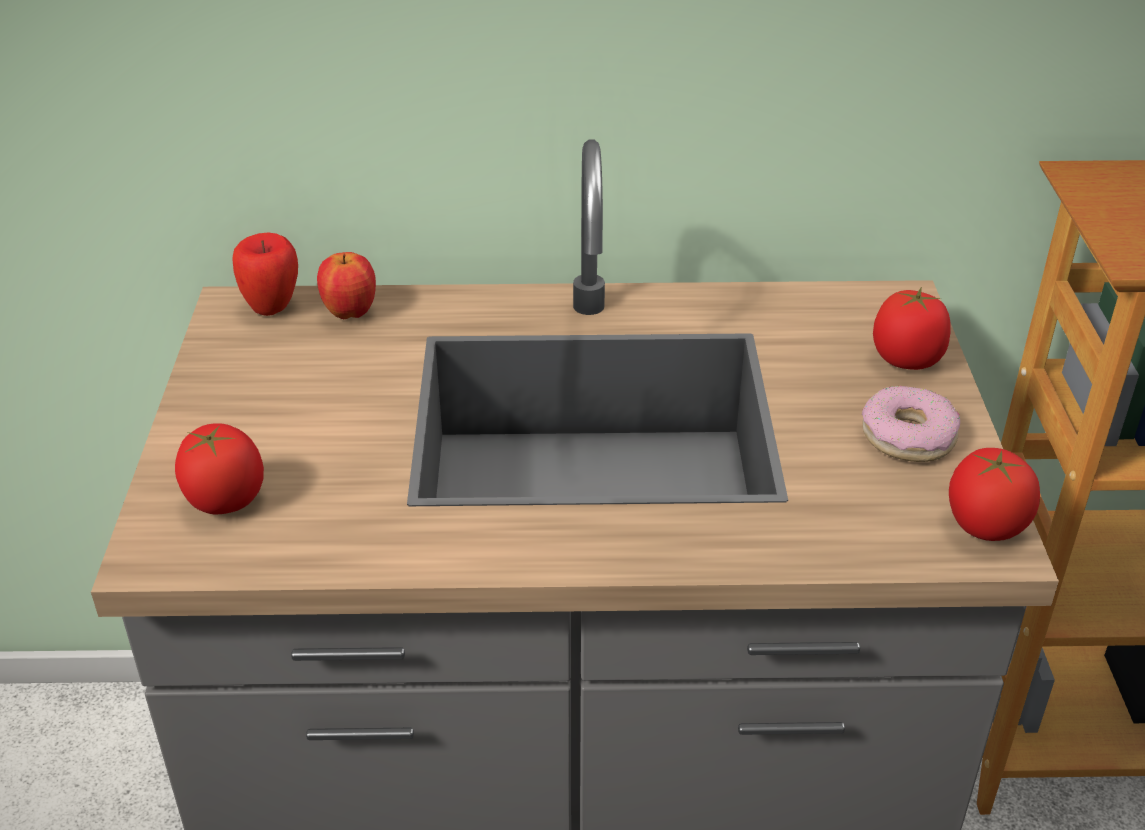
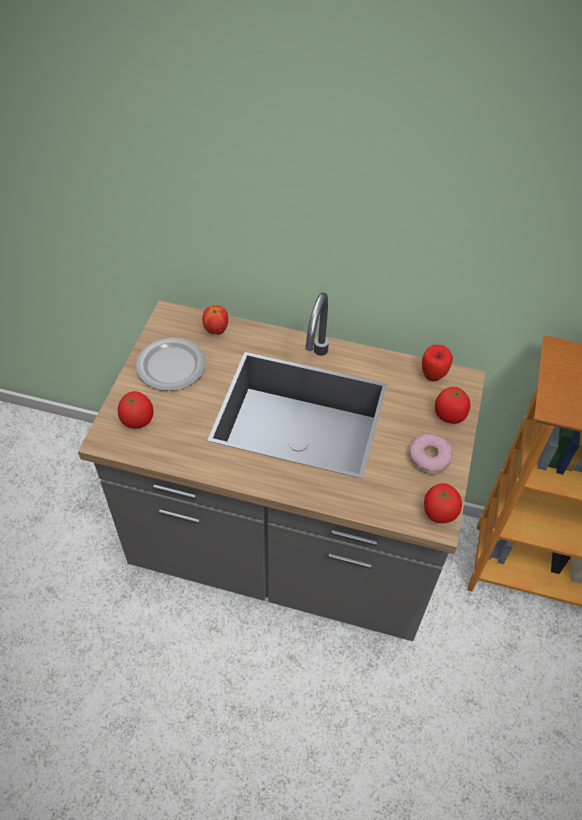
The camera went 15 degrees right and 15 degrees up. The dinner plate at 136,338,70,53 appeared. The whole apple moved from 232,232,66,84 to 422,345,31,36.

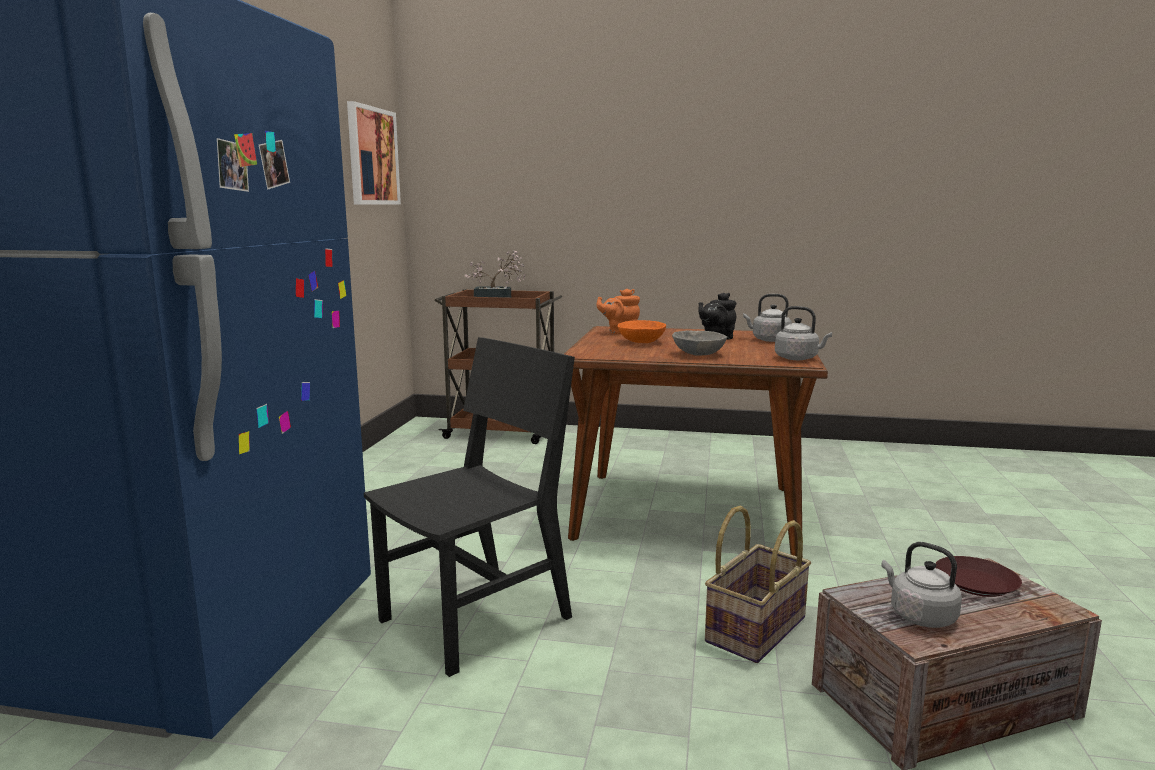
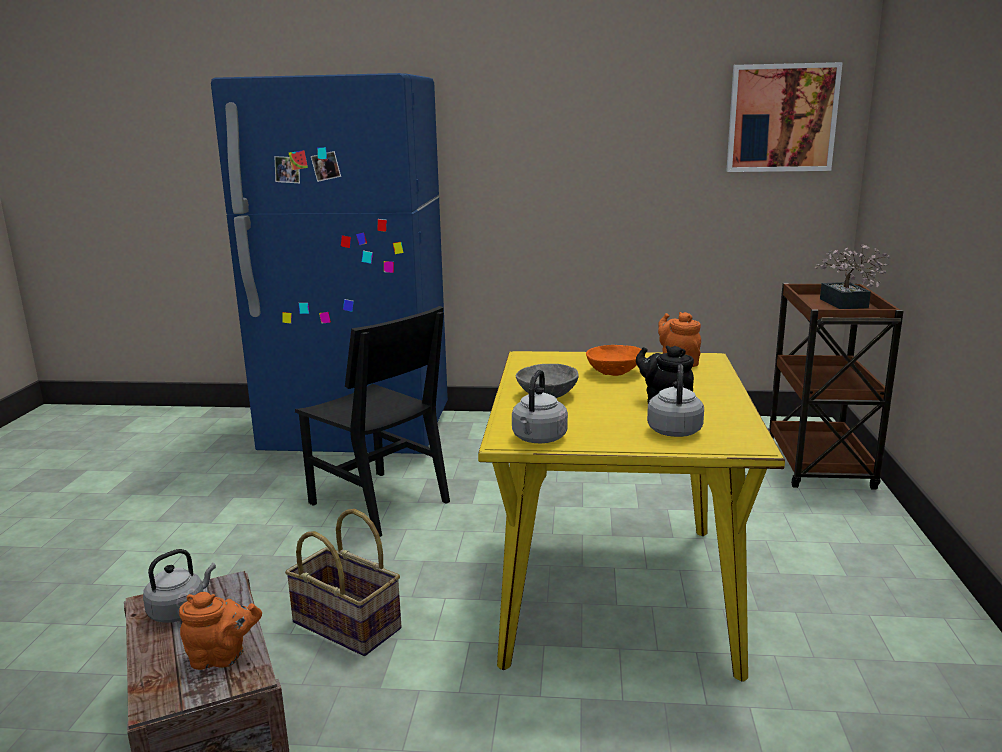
The camera went 85 degrees right and 5 degrees up. The brown-coloured dinner plate at 935,556,87,41 was replaced by the orange-coloured pot for tea at 179,592,83,78. The brown-coloured dining table at 564,326,264,232 became the yellow-coloured dining table at 478,351,307,331.

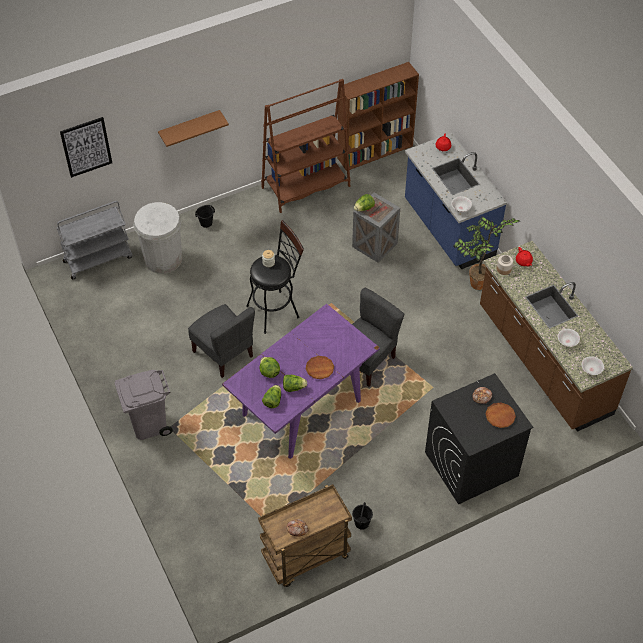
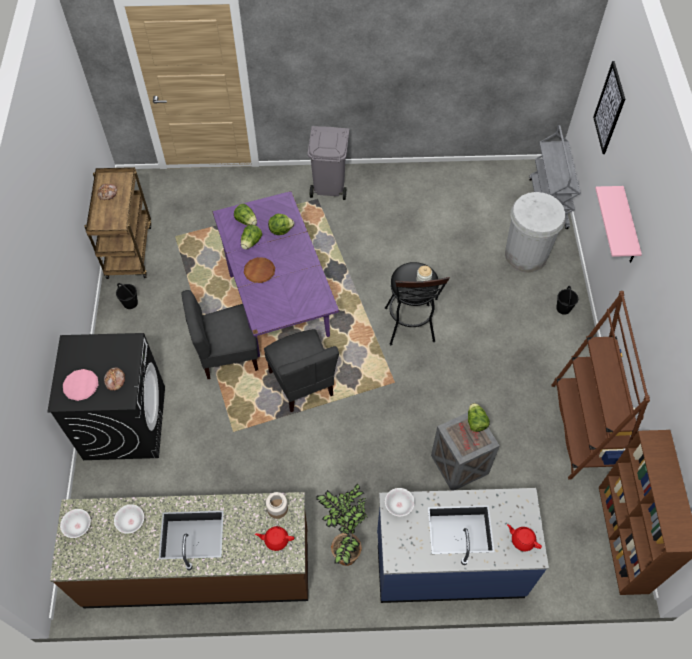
The camera went 115 degrees right and 5 degrees up. The brown-coloured dinner plate at 485,402,31,26 became the pink dinner plate at 63,369,35,32. The grey plain chair moved from 188,304,67,74 to 181,290,77,89. The brown-coloured shelf at 158,110,71,37 became the pink shelf at 595,186,47,77.

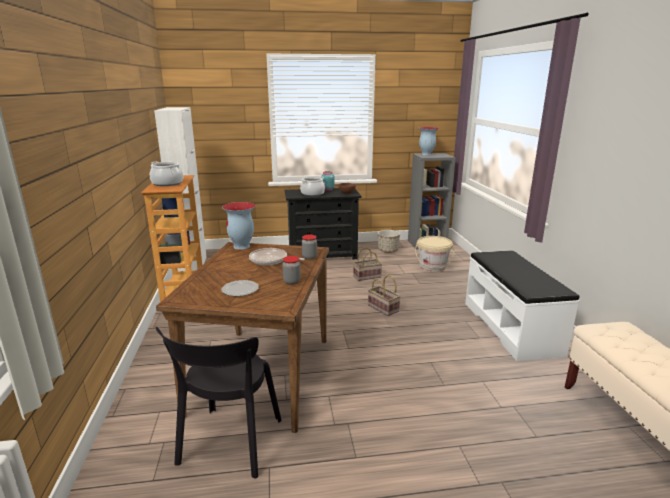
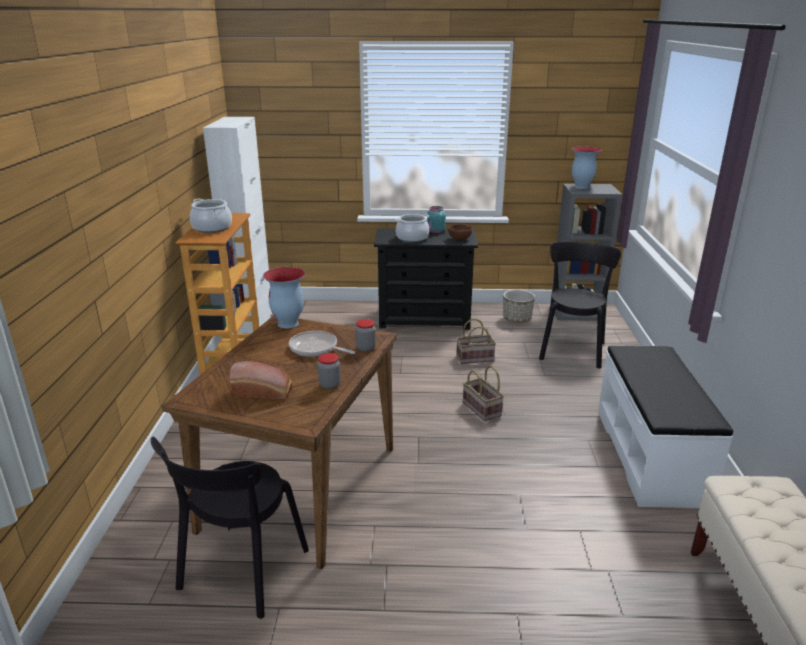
The camera went 10 degrees right and 5 degrees up. The dinner plate at 221,280,38,16 was replaced by the baked bread at 230,361,62,38. The sand-coloured bucket at 415,236,39,35 was replaced by the black-coloured plain chair at 539,242,82,127.

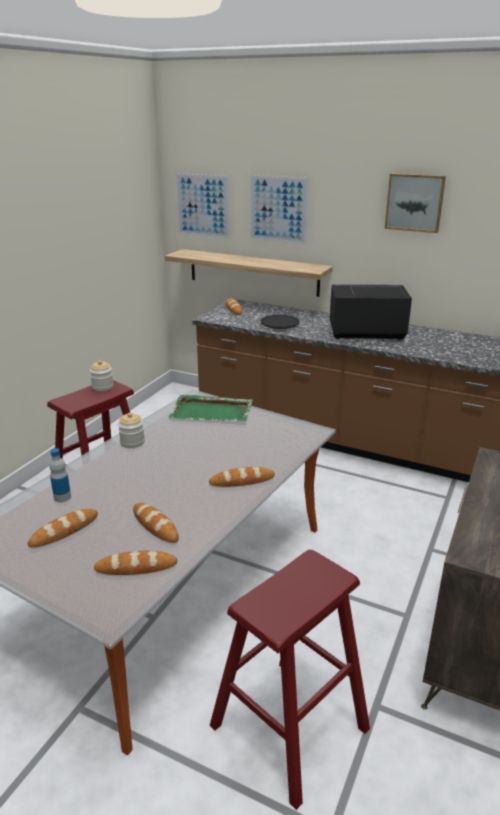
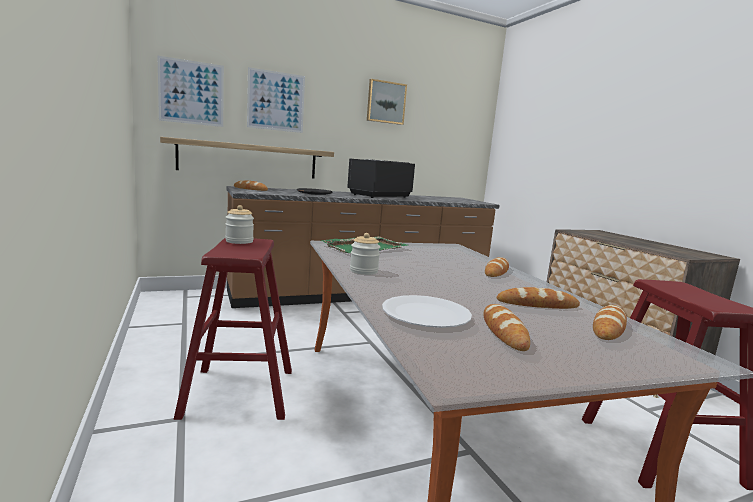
The camera went 50 degrees left and 15 degrees down. The beverage bottle at 49,448,22,54 was replaced by the white-coloured dinner plate at 382,295,90,33.

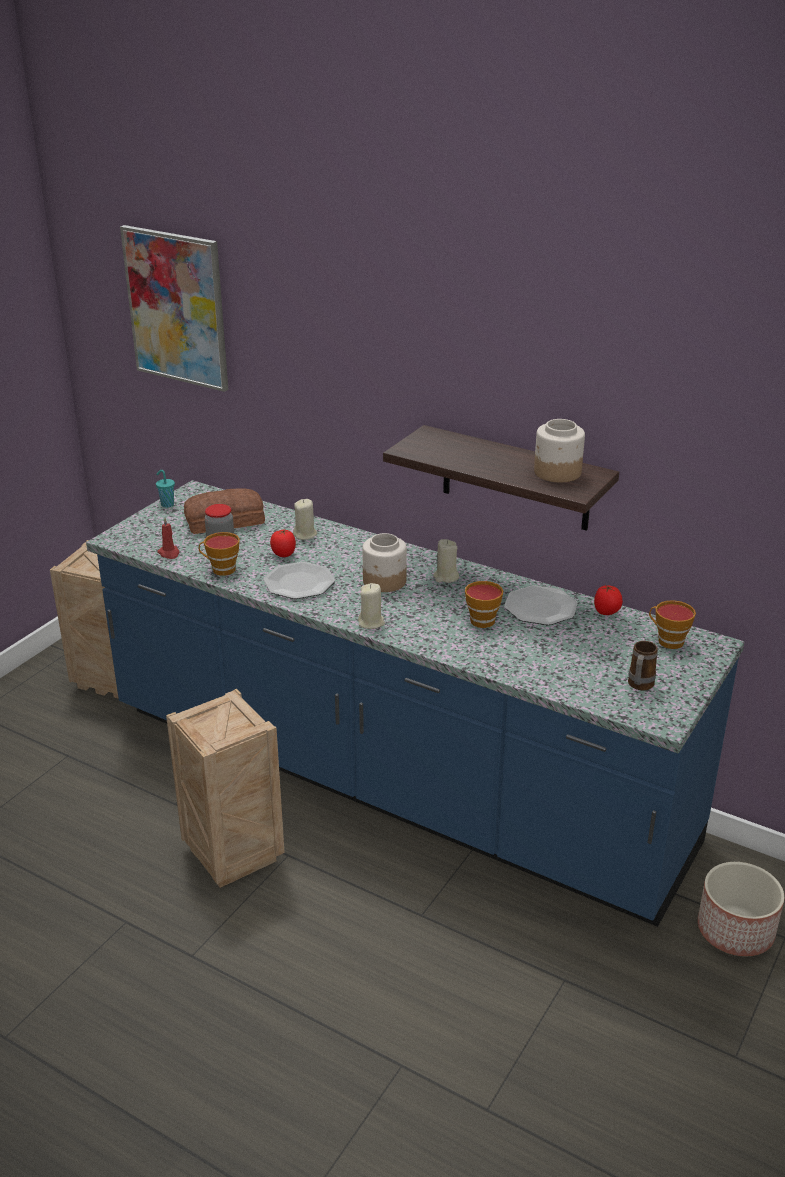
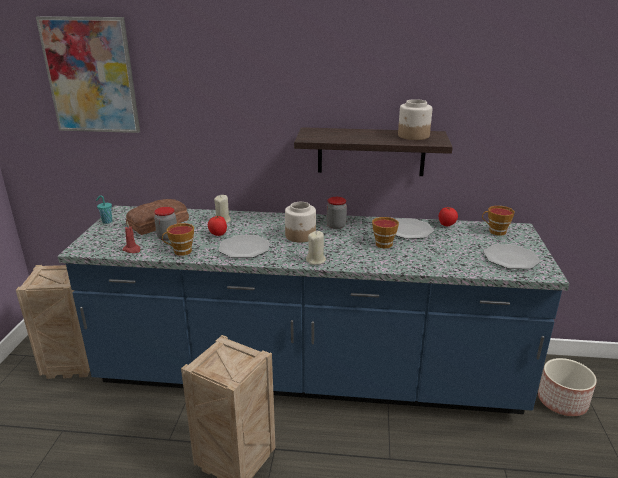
The camera went 25 degrees left and 5 degrees down. The sand-coloured wax candle at 433,539,26,44 was replaced by the jar at 327,197,20,32. The mug at 628,641,30,49 was replaced by the dinner plate at 483,244,58,25.

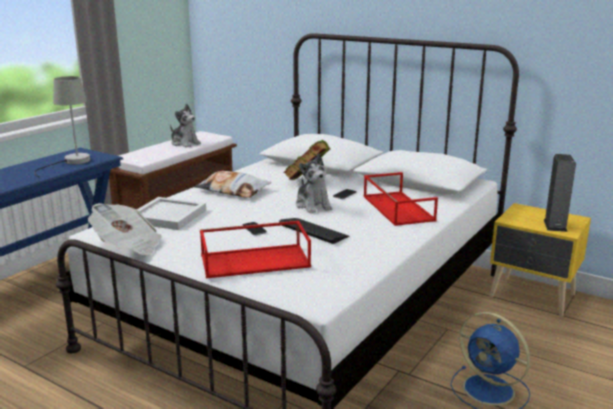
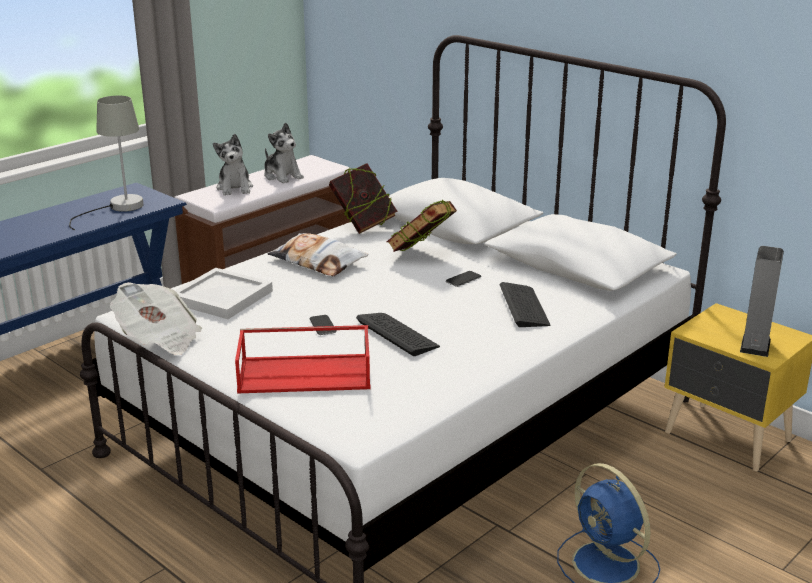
The camera went 10 degrees right and 5 degrees up. The cuddly toy moved from 296,154,36,60 to 213,134,40,62. The volume at 329,163,68,71 appeared. The red serving tray at 364,172,74,54 was replaced by the keyboard at 499,282,51,45.

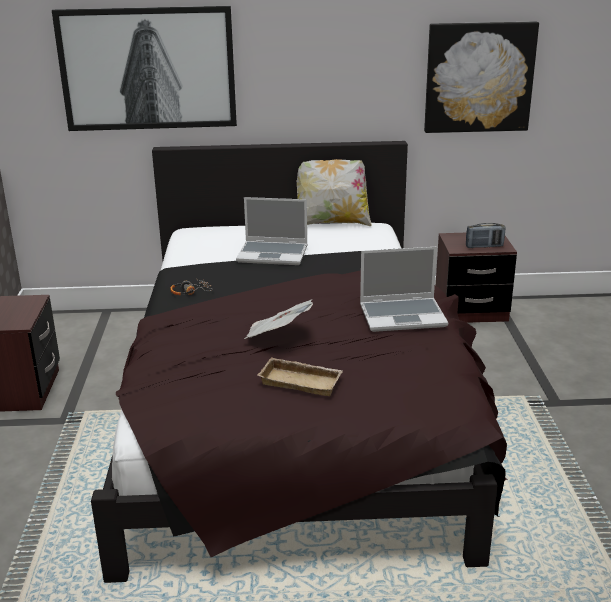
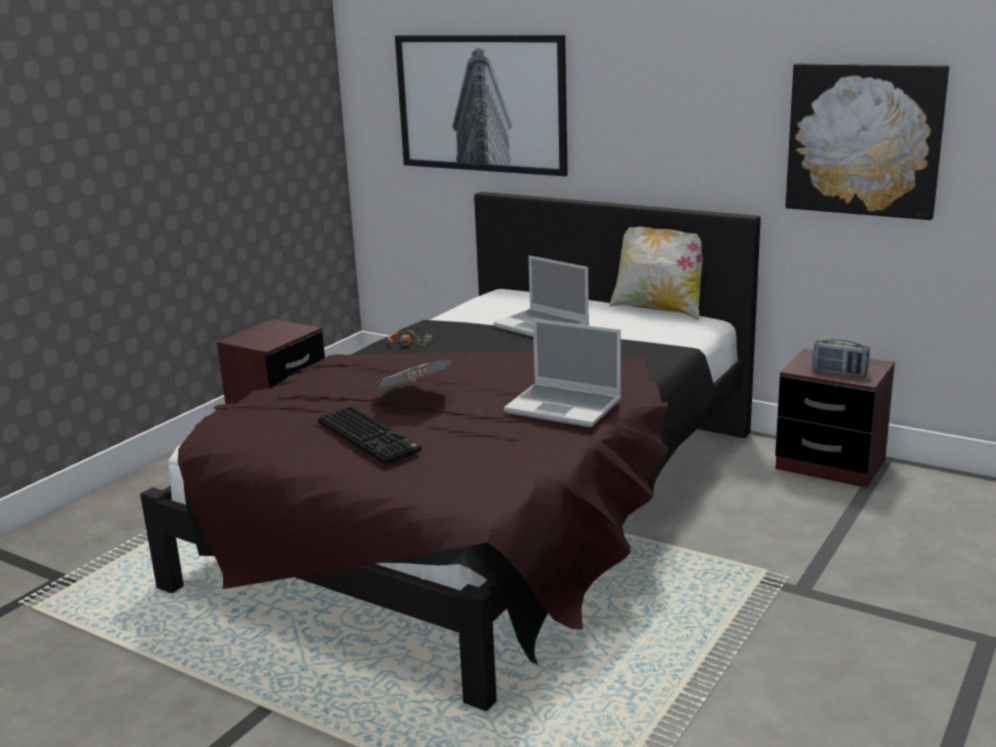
The camera went 35 degrees right and 5 degrees down. The sand-coloured serving tray at 257,357,86,39 was replaced by the keyboard at 318,406,104,59.

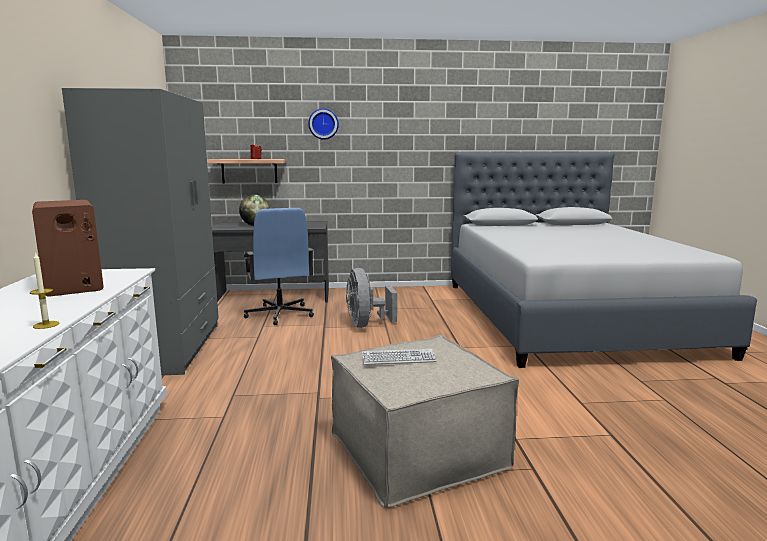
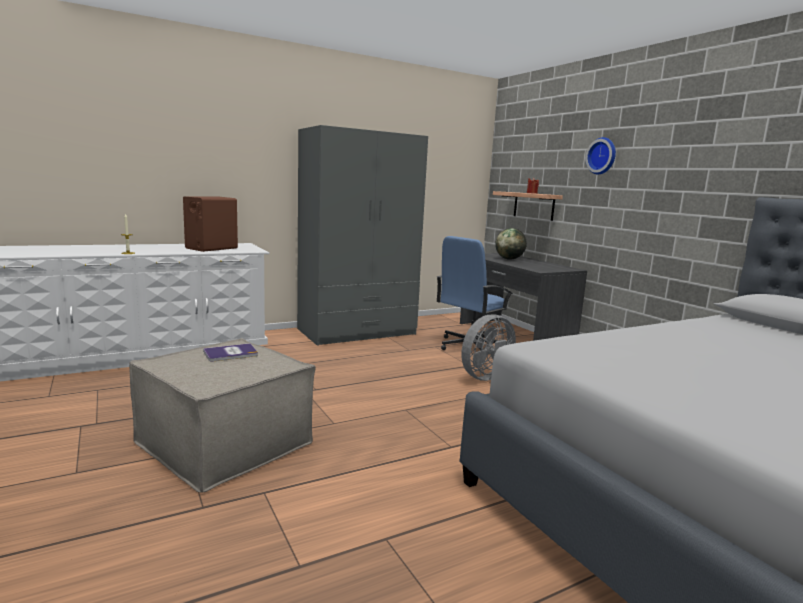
The camera went 65 degrees right and 0 degrees up. The keyboard at 362,349,75,16 was replaced by the volume at 203,343,55,19.

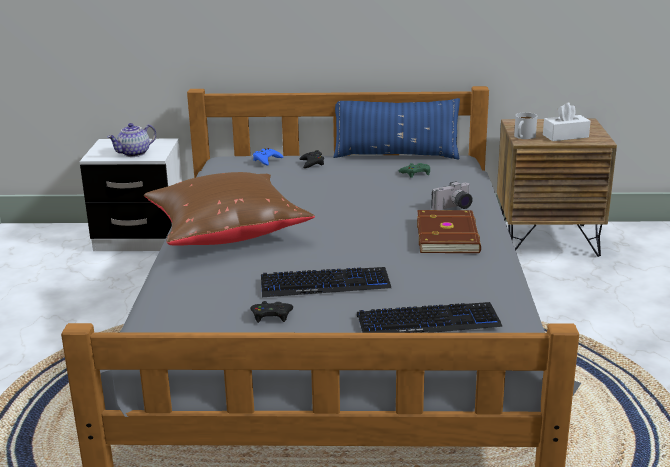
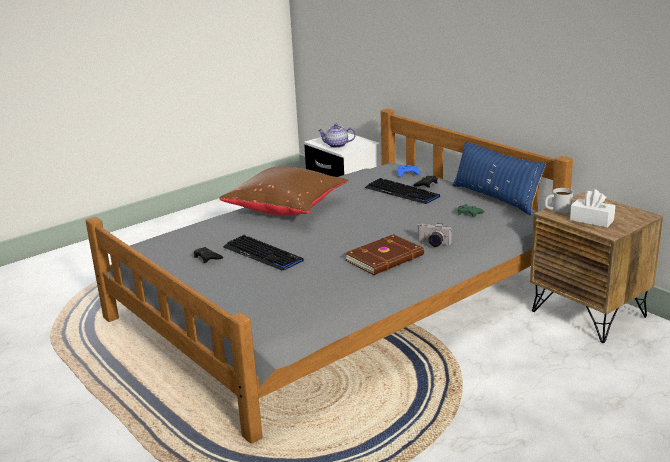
The camera went 50 degrees right and 0 degrees up. The keyboard moved from 357,302,145,31 to 365,178,75,26.

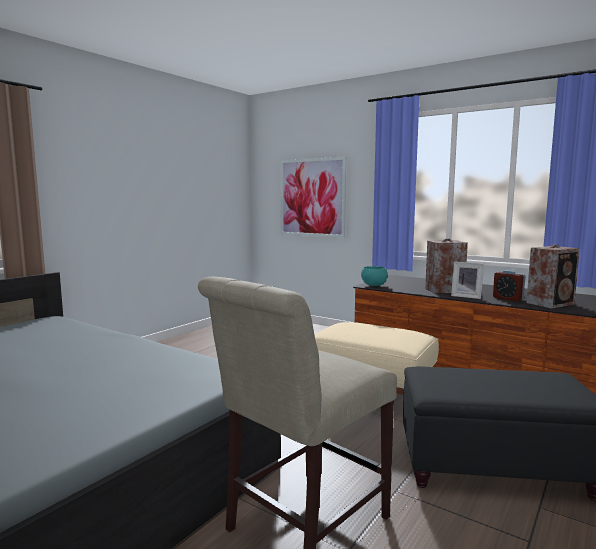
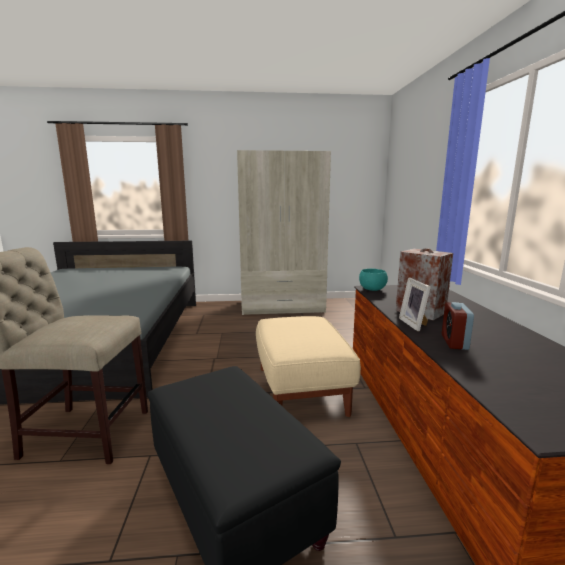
The camera went 50 degrees right and 5 degrees up. The sand-coloured armoire at 237,150,94,165 appeared. The picture at 280,157,66,81 disappeared. The audio speaker at 526,244,54,65 disappeared.

